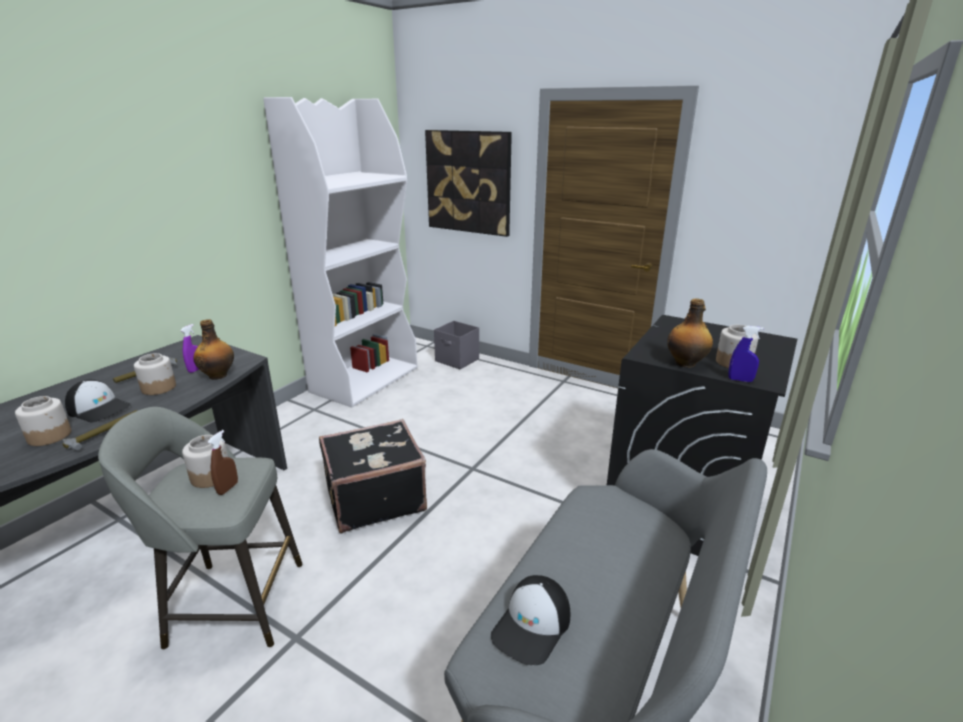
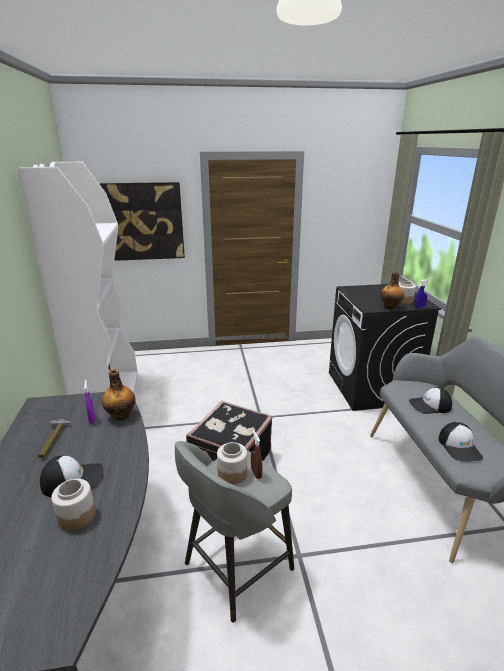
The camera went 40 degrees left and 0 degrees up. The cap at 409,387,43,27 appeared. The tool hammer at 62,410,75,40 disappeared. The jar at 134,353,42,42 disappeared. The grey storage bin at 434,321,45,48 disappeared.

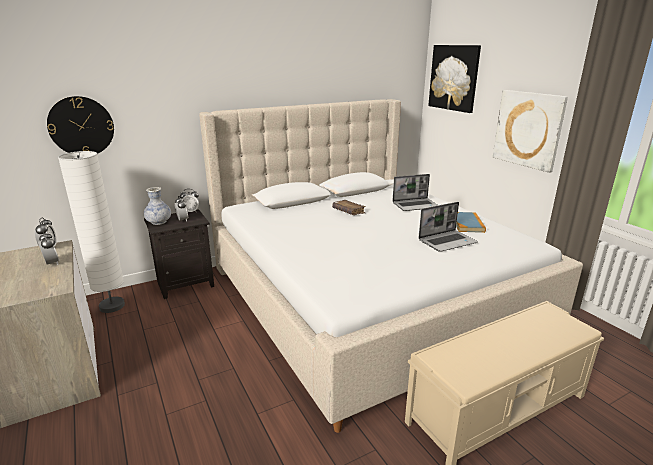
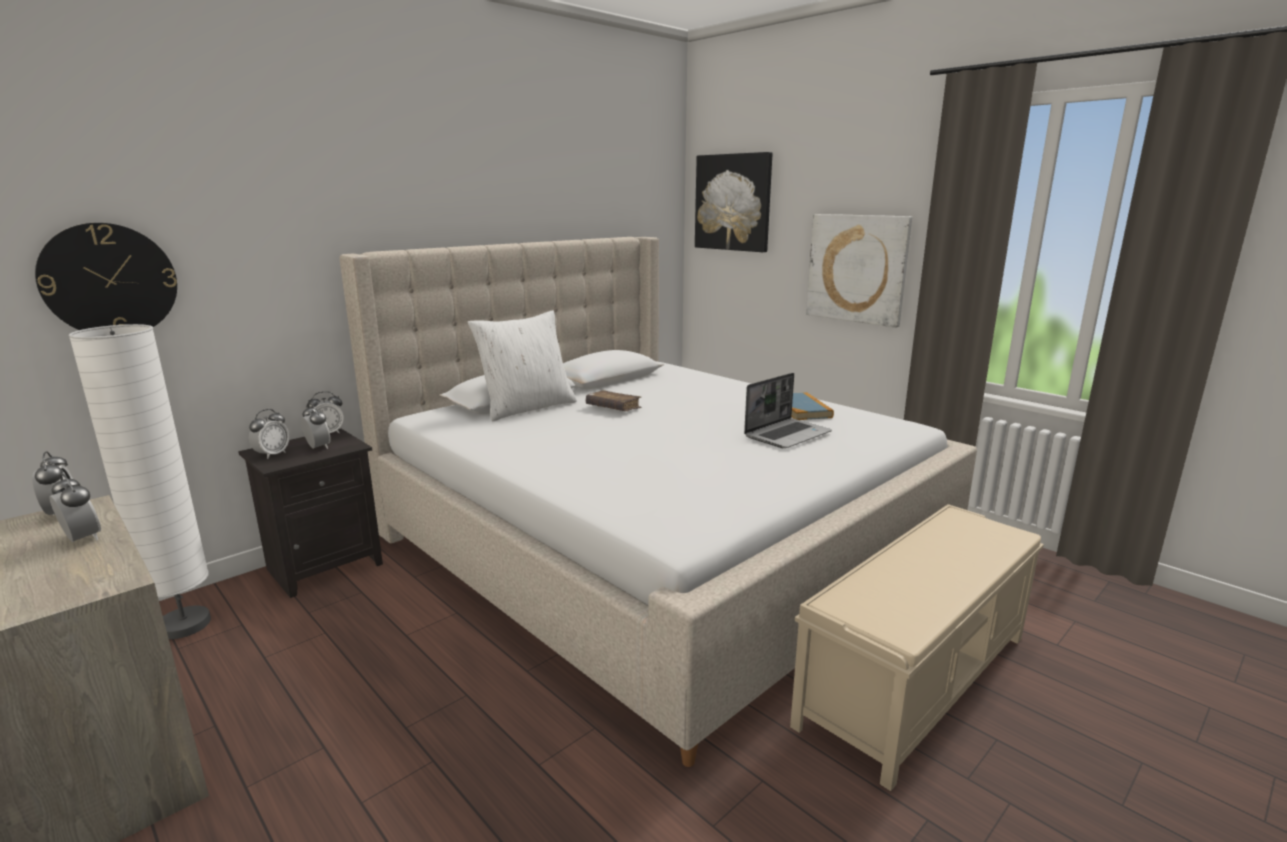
The camera went 15 degrees left and 5 degrees down. The decorative vase at 144,187,27,38 was replaced by the table clock at 249,409,41,50. The white-coloured throw pillow at 468,310,109,111 appeared. The notebook computer at 392,174,46,37 disappeared.

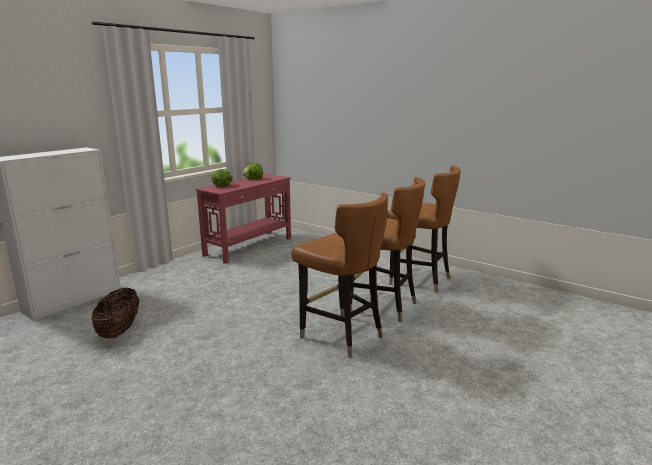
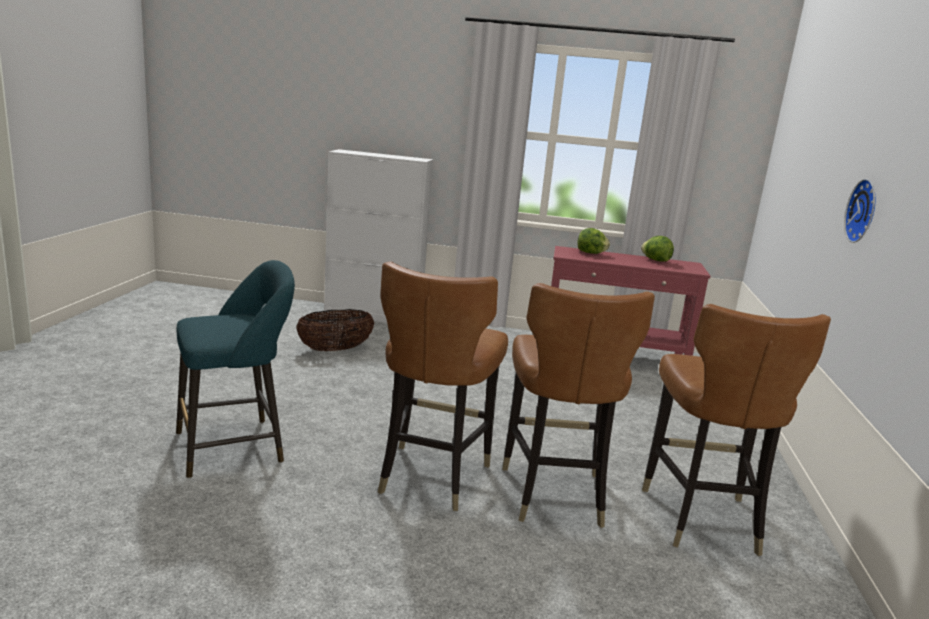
The camera went 60 degrees right and 0 degrees up. The blue-green stool at 176,260,119,218 appeared. The clock on the wall at 844,179,32,64 appeared.

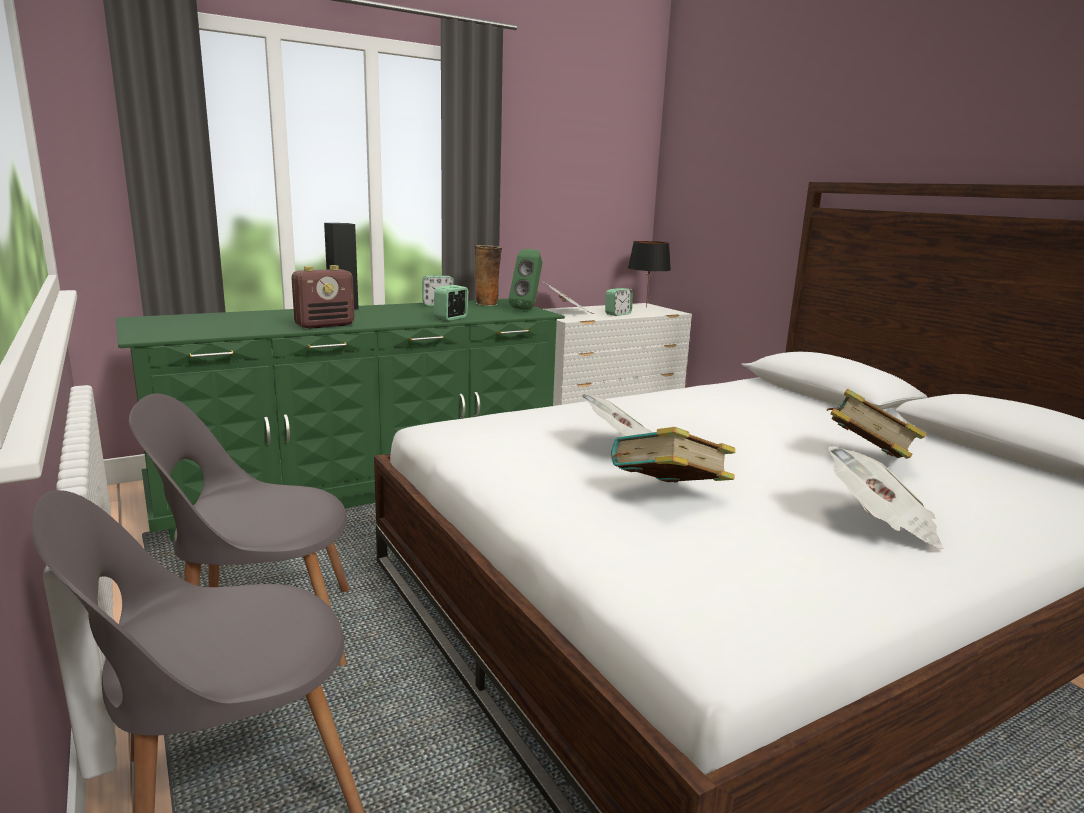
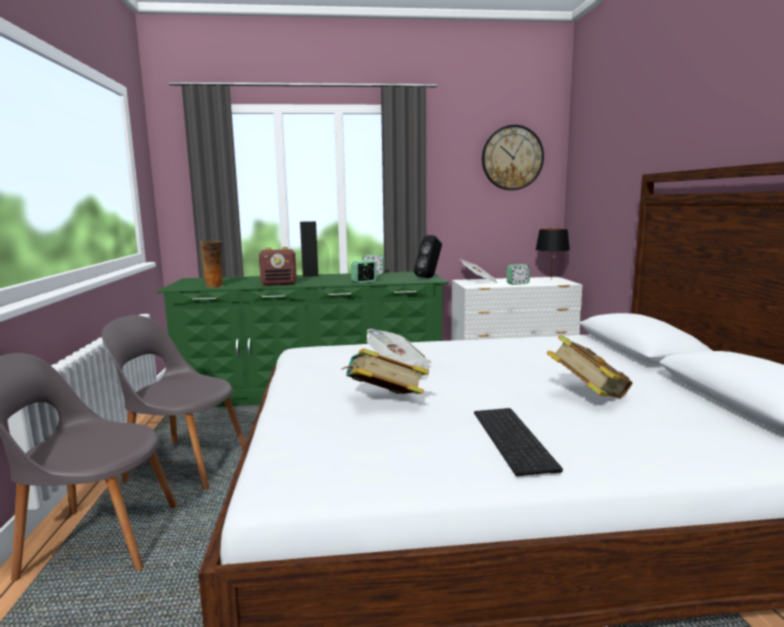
The camera went 25 degrees right and 5 degrees down. The decorative vase moved from 475,245,27,61 to 200,241,23,47. The greenish audio speaker at 509,249,33,61 became the black-coloured audio speaker at 414,235,28,43. The daily paper at 828,446,115,103 was replaced by the keyboard at 474,408,89,68. The clock on the wall at 482,125,62,65 appeared.

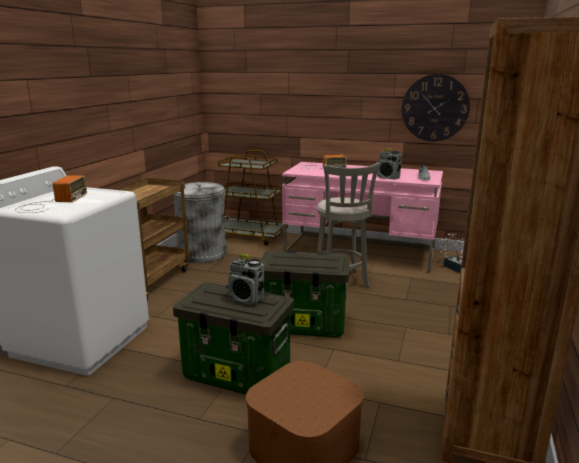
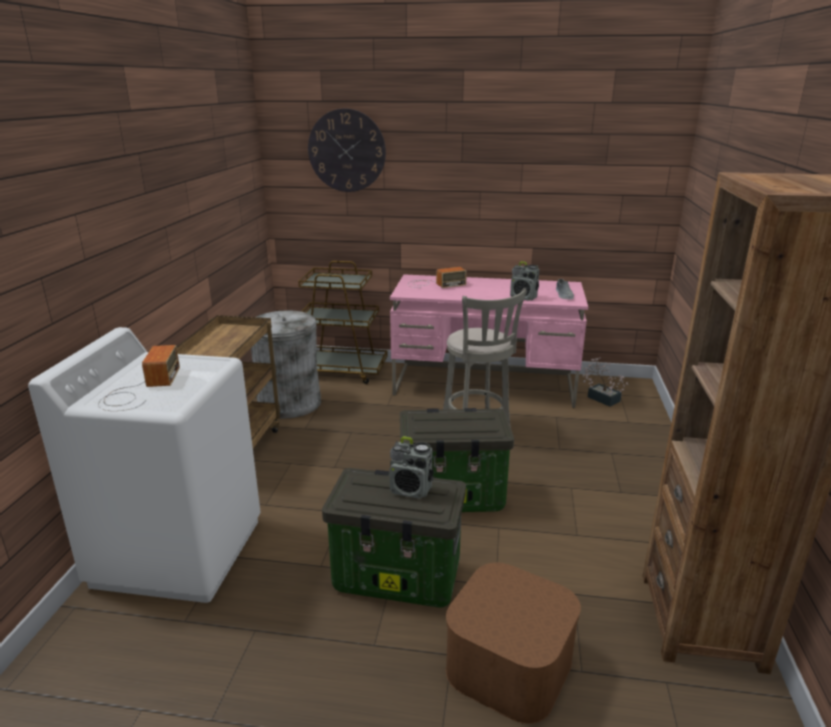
The camera went 10 degrees left and 5 degrees up. The clock on the wall moved from 402,74,68,67 to 308,109,78,83.

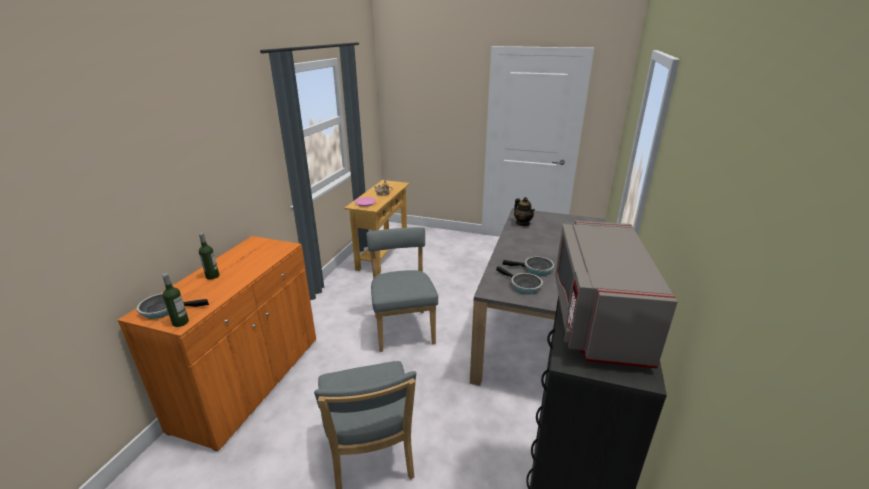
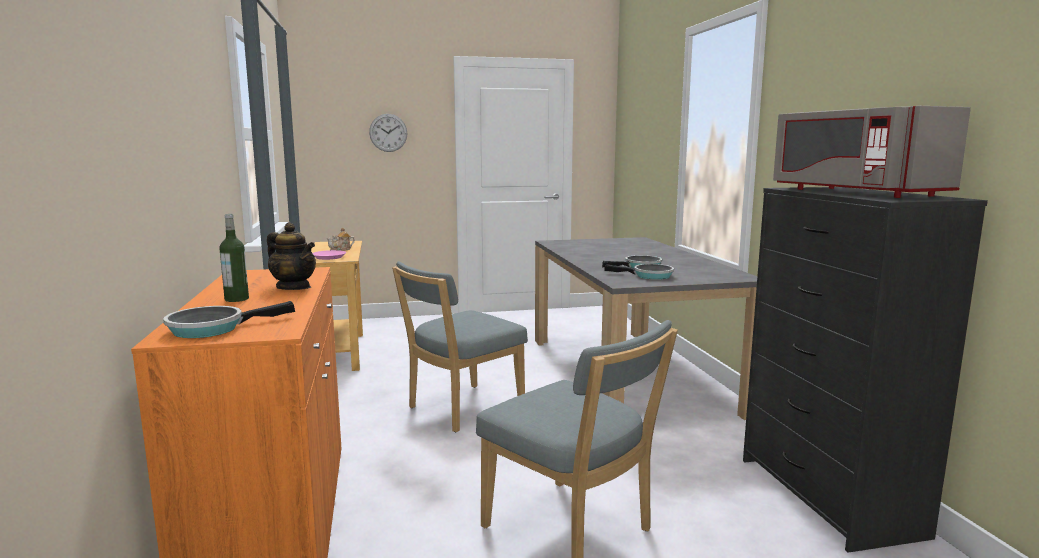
The camera went 30 degrees left and 15 degrees down. The pot for tea moved from 514,197,21,29 to 267,222,49,68. The clock on the wall at 369,114,38,38 appeared. The grey plain chair at 366,227,72,125 turned 90 degrees counterclockwise. The beverage bottle at 162,273,27,54 disappeared.

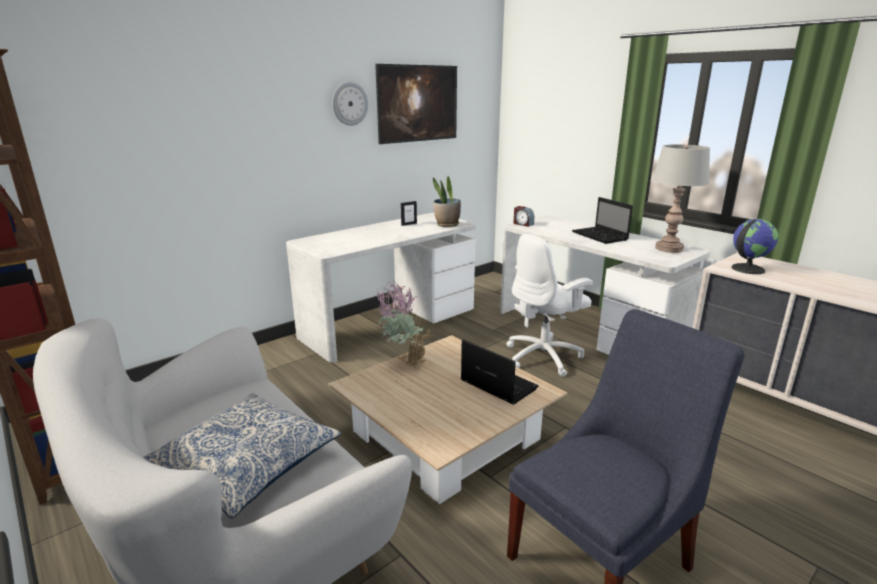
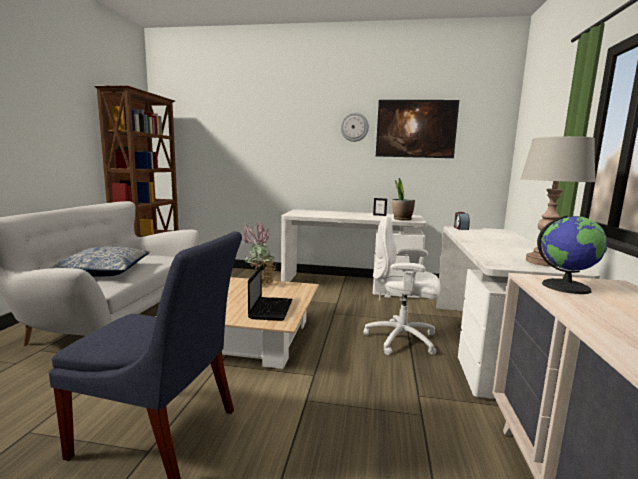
The camera went 50 degrees right and 10 degrees down. The notebook computer at 572,197,61,47 disappeared.

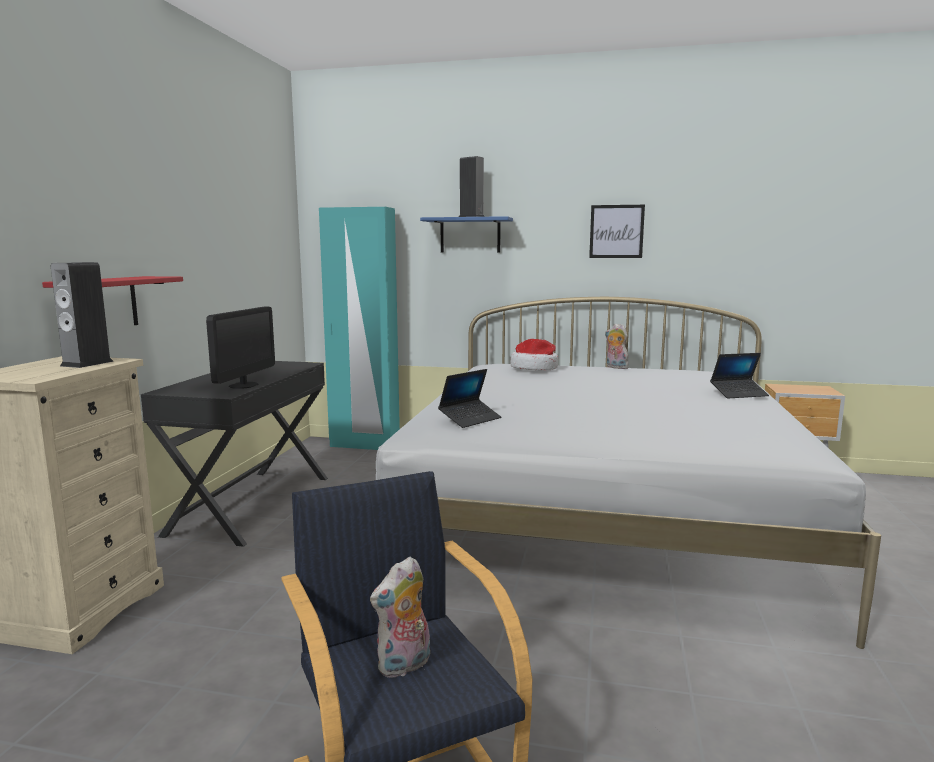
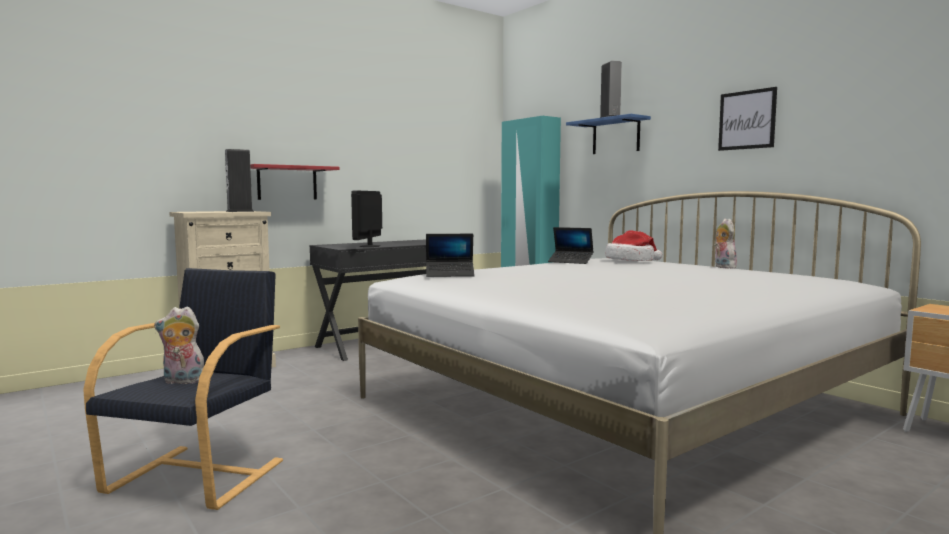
The camera went 40 degrees right and 5 degrees down. The monitor at 206,307,69,82 turned 135 degrees clockwise. The notebook computer moved from 710,353,59,46 to 548,227,46,37.

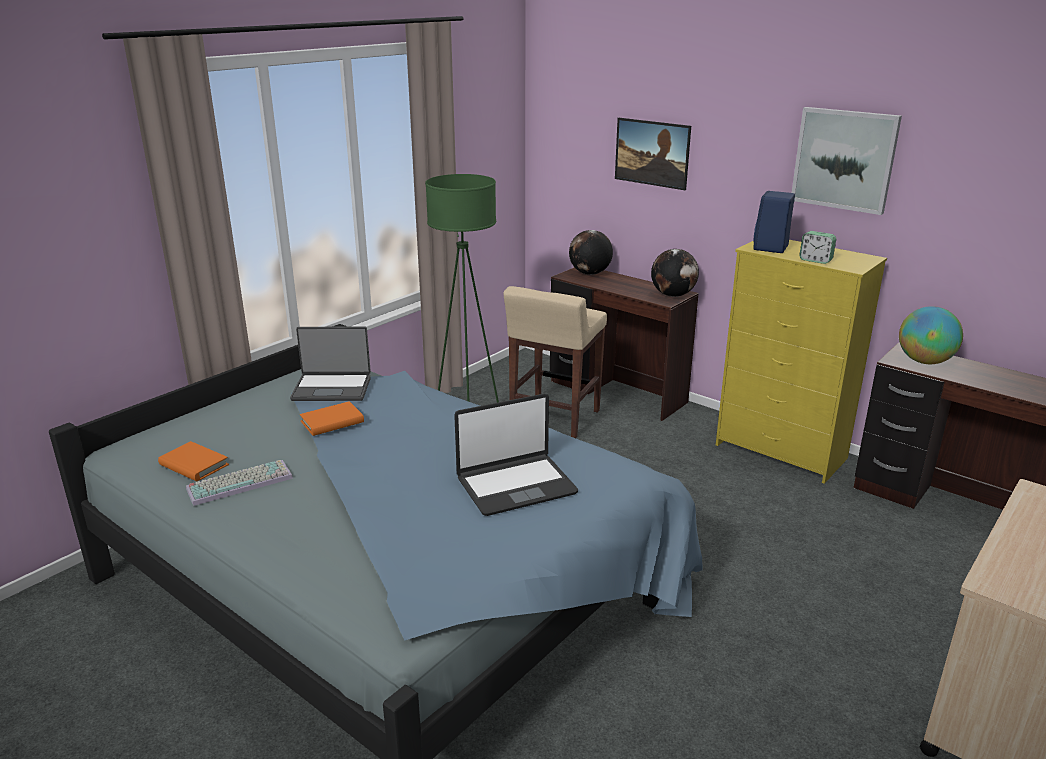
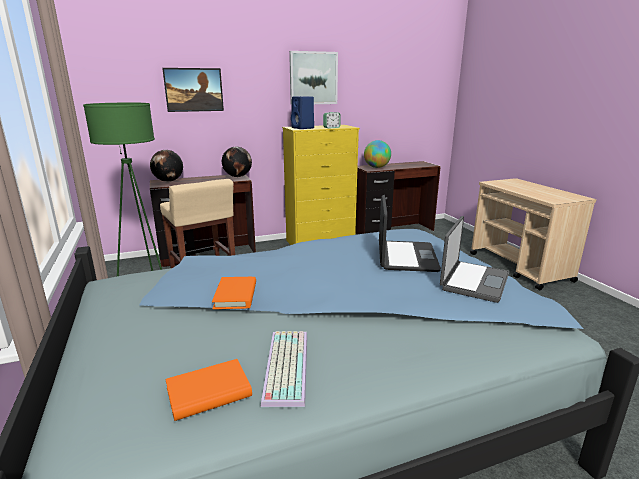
The camera went 60 degrees left and 5 degrees down. The notebook computer moved from 290,326,81,75 to 440,216,69,87.

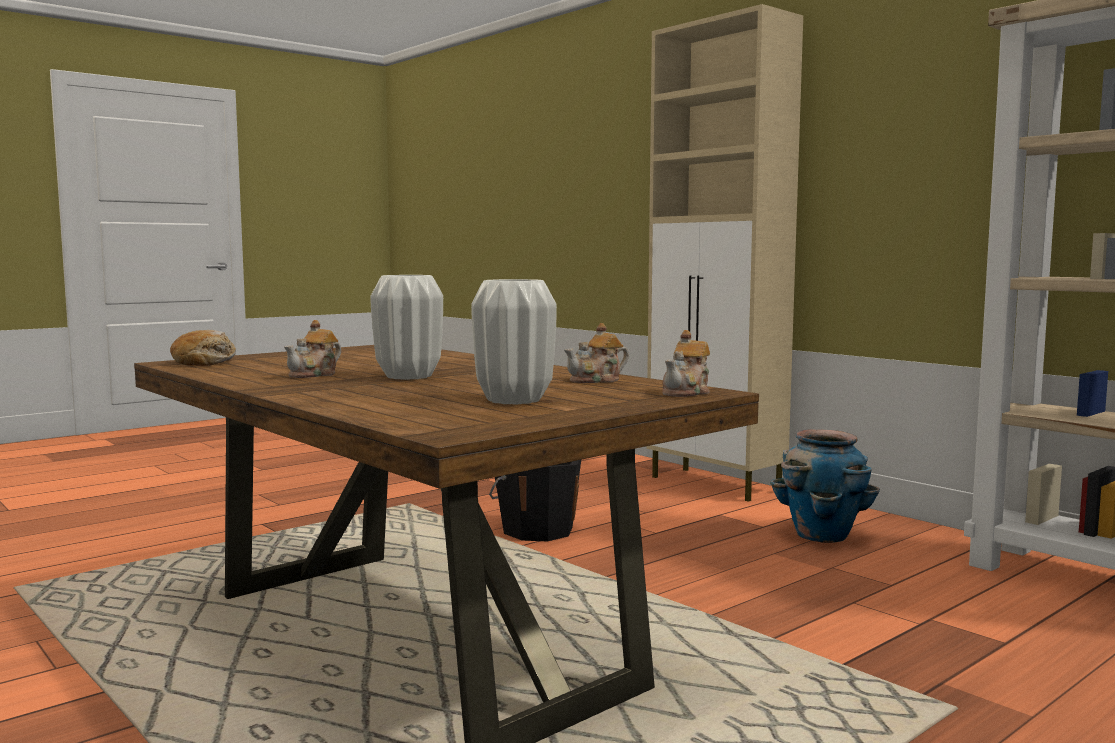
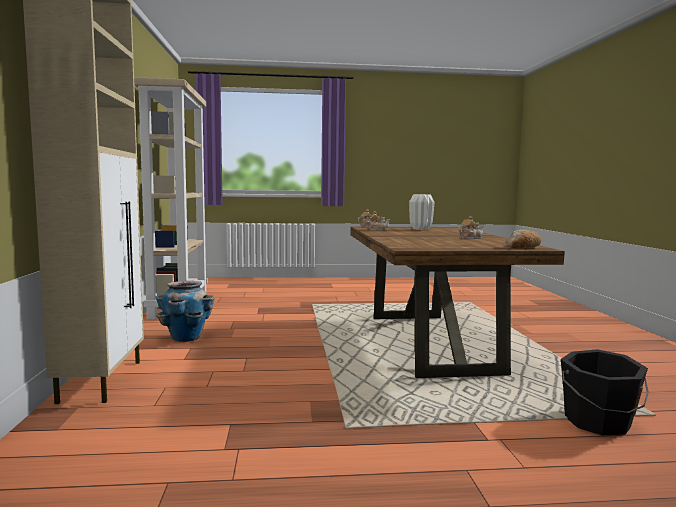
The camera went 145 degrees left and 0 degrees up. The black-coloured bucket moved from 489,460,92,81 to 561,349,88,86. The white-coloured decorative vase at 370,275,73,105 disappeared.

